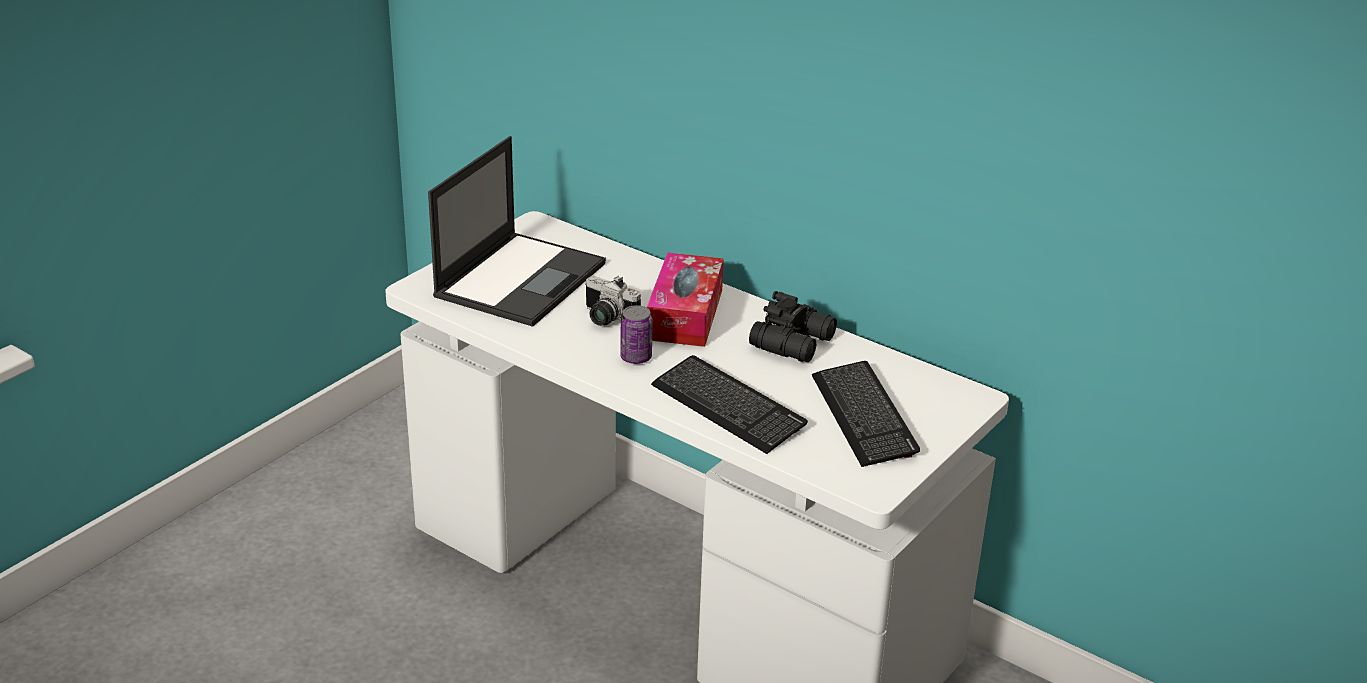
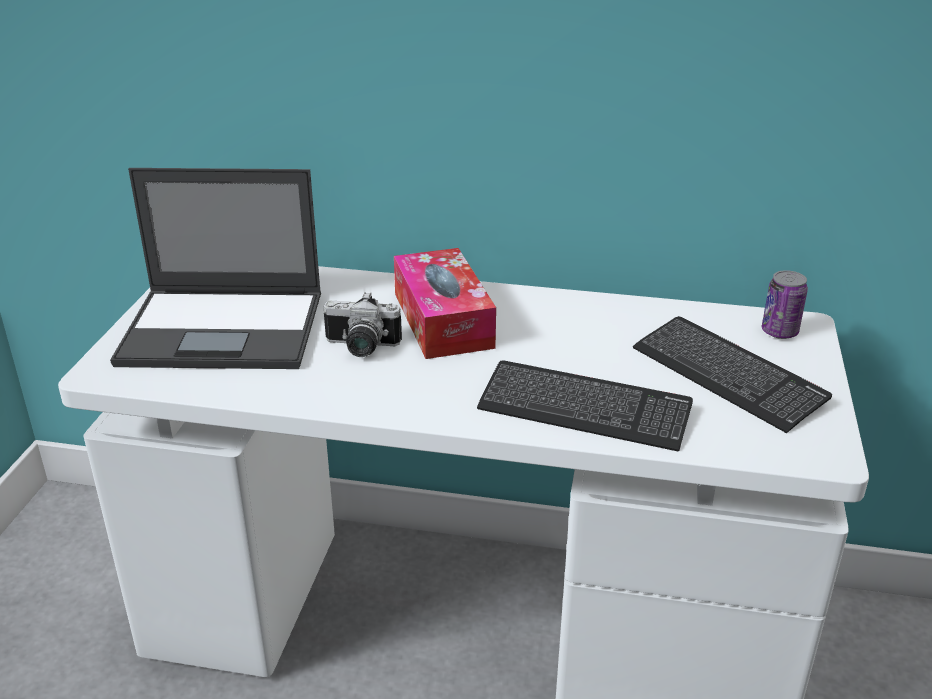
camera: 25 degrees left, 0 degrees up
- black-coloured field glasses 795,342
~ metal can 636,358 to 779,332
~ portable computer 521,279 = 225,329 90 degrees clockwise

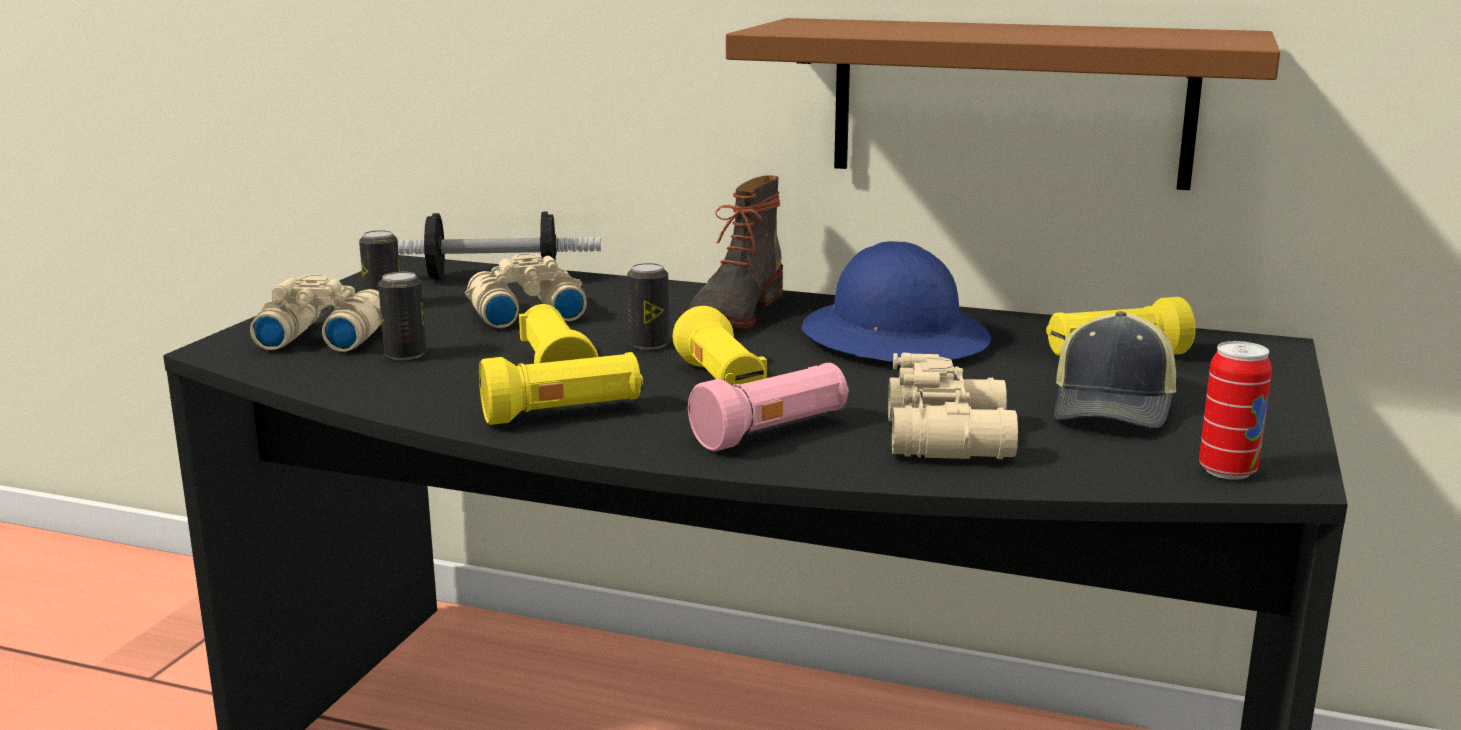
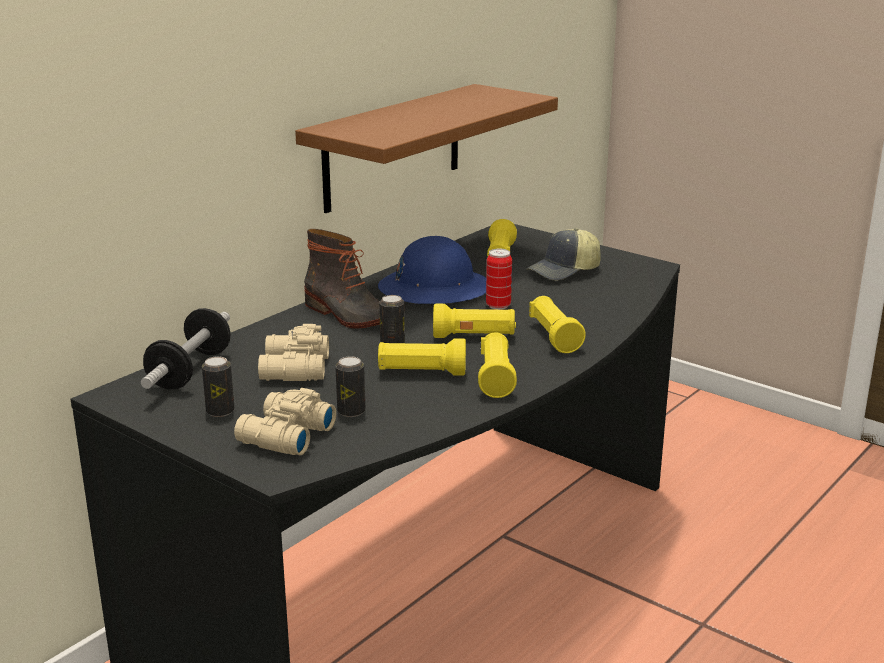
camera: 70 degrees left, 5 degrees up
- sand-coloured field glasses 952,438
~ metal can 1227,471 to 498,306
~ pinkish flashlight 772,432 to yellow-coloured flashlight 554,337
~ peaked cap 1114,407 = 564,271 105 degrees clockwise

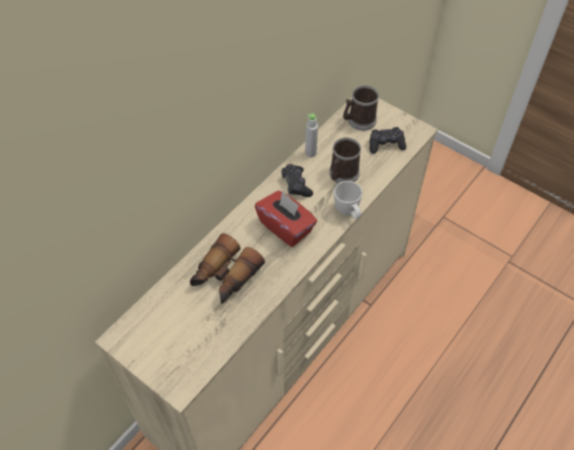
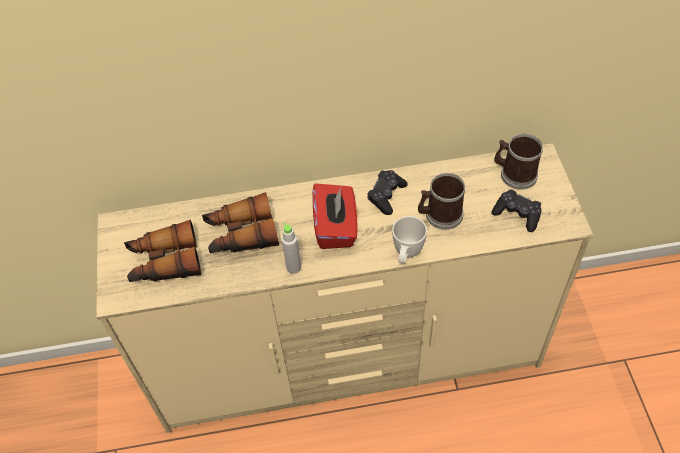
camera: 45 degrees right, 0 degrees up
+ field glasses 164,262
~ greyish bottle 310,153 to 293,267

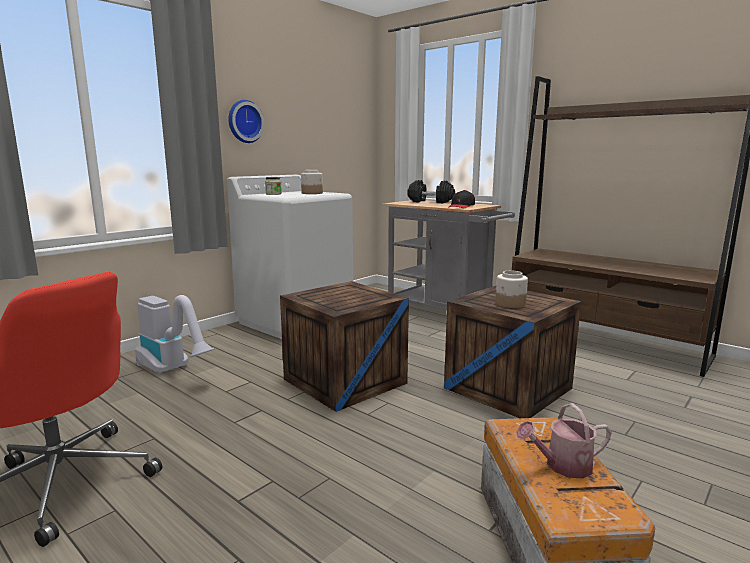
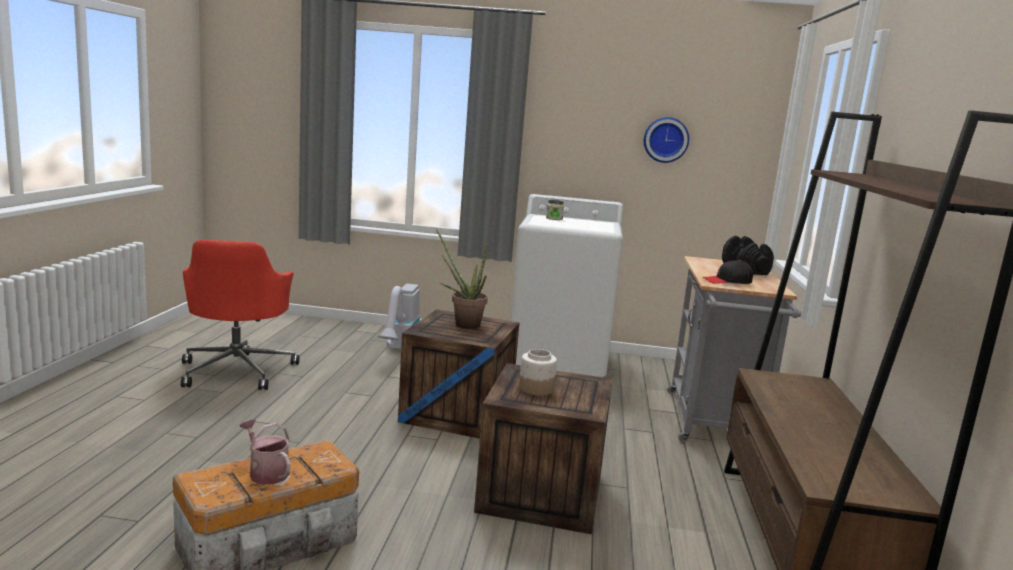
camera: 55 degrees right, 0 degrees up
- storage jar 312,193
+ houseplant 462,323
~ hanging clock 244,121 to 665,139

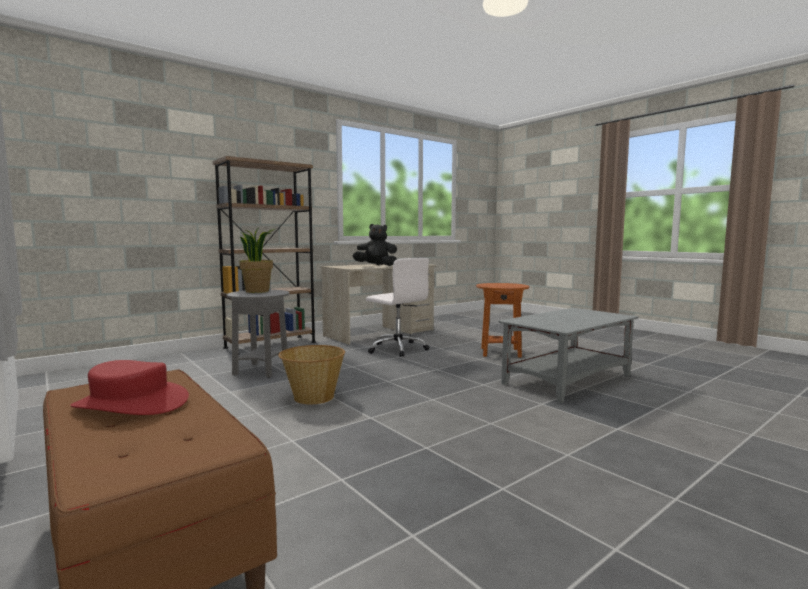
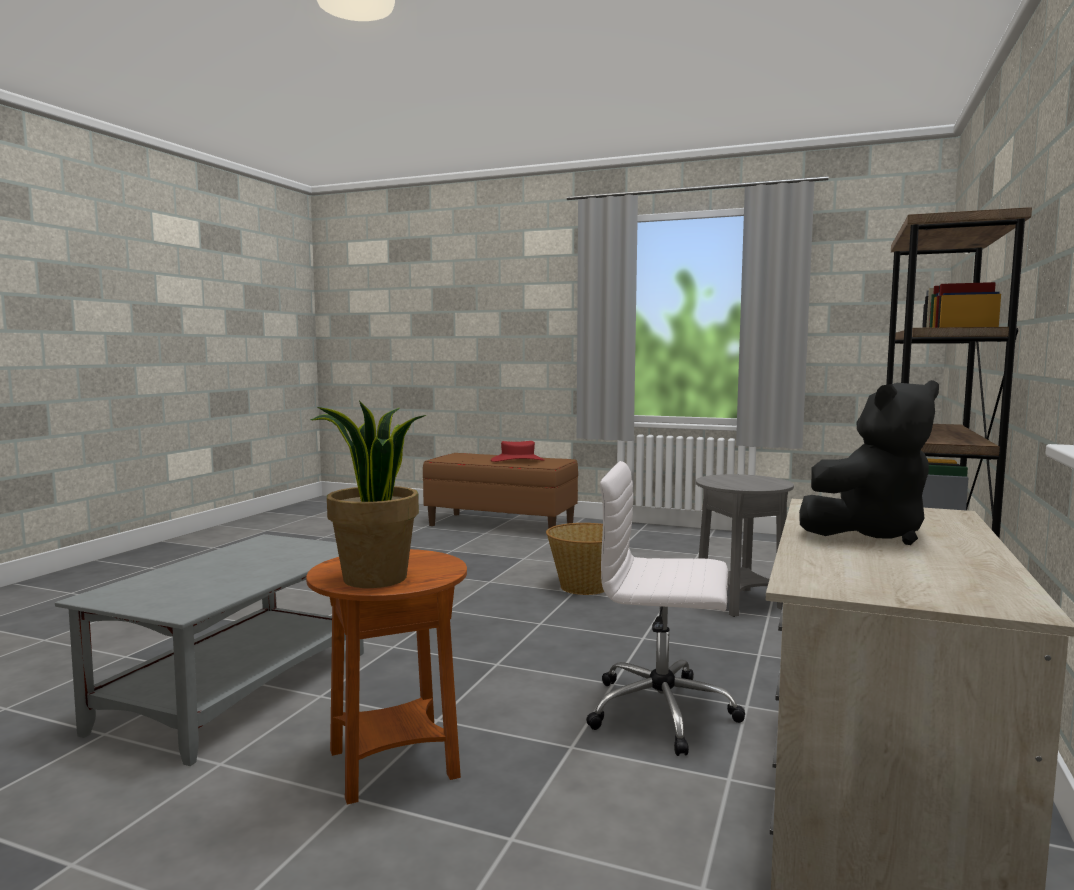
camera: 150 degrees right, 0 degrees up
~ houseplant 257,291 to 374,579

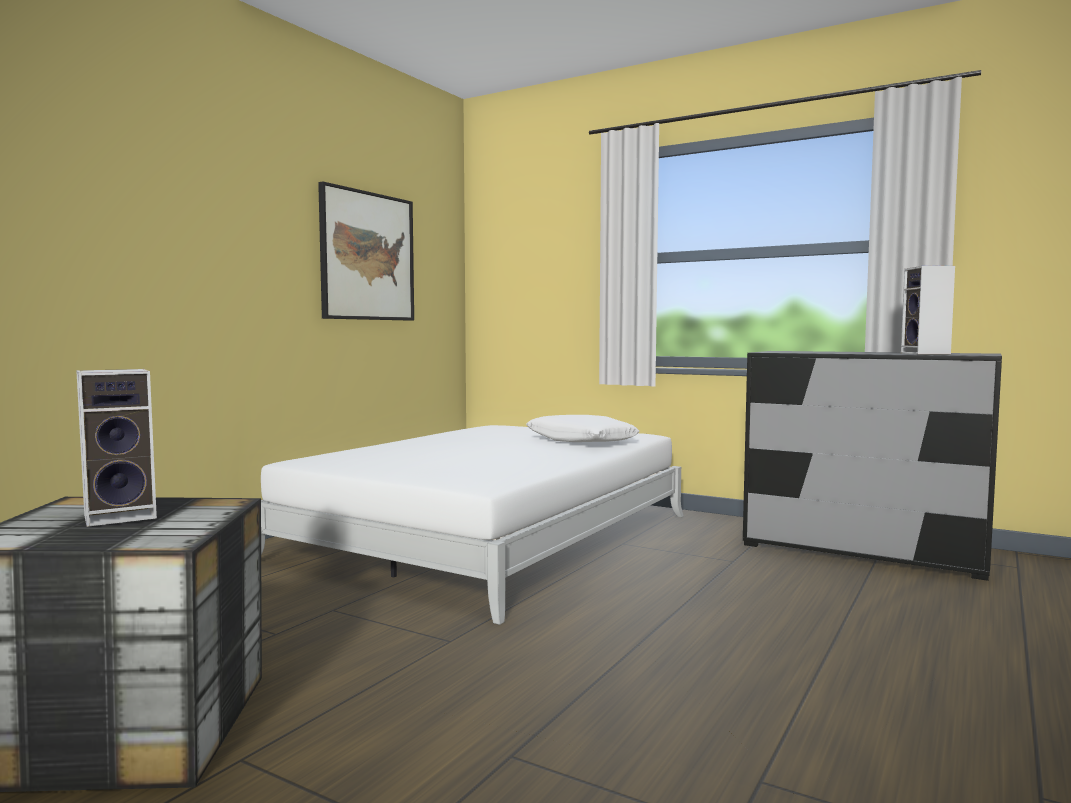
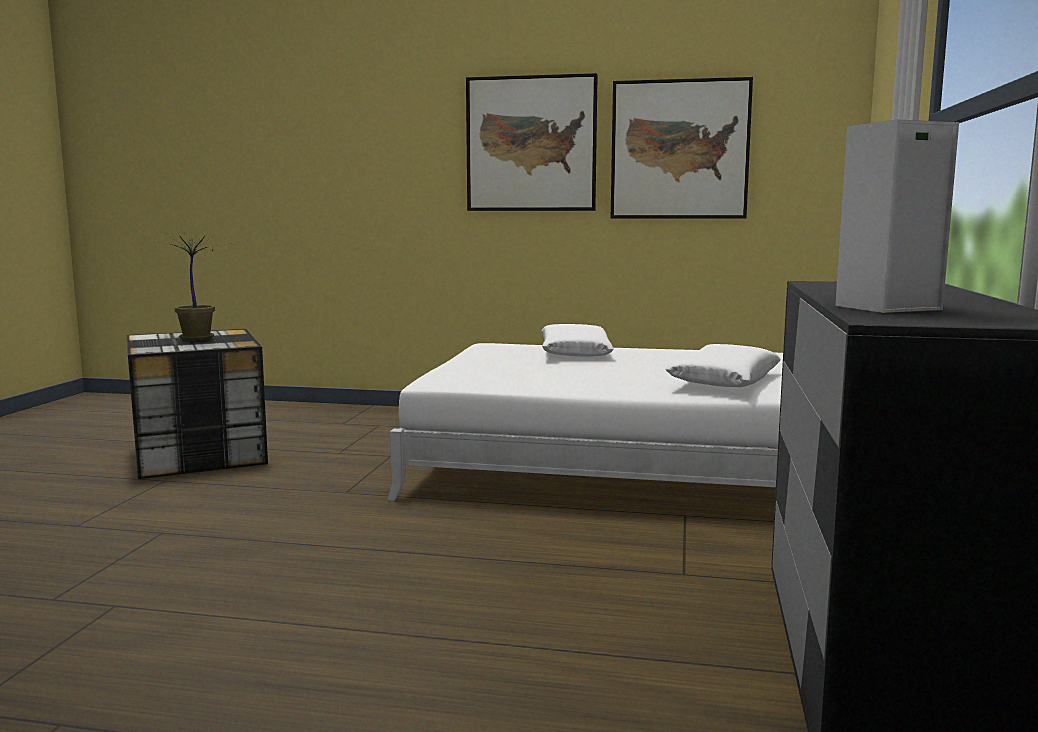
camera: 70 degrees right, 5 degrees up
+ wall art 531,144
+ whitish throw pillow 574,353
~ speaker 123,516 to houseplant 198,339

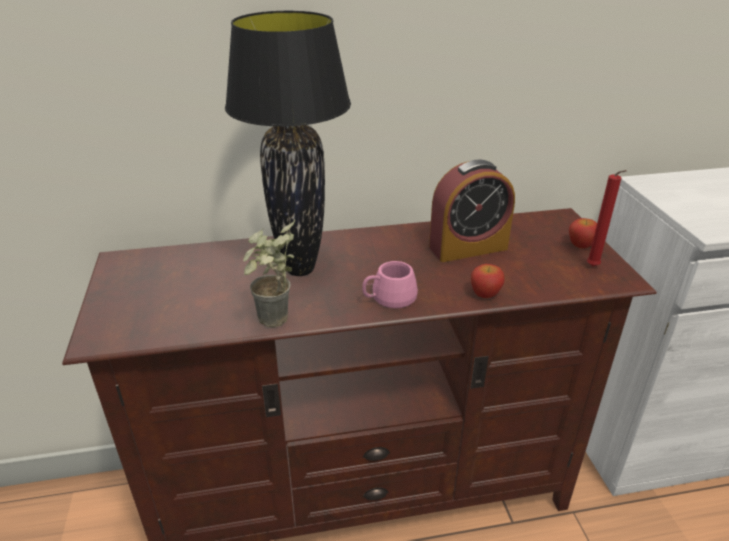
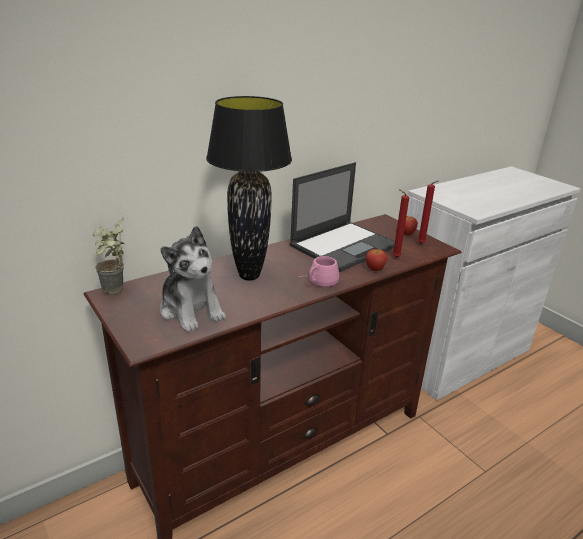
camera: 25 degrees left, 5 degrees down
+ plush toy 191,310
+ red-coloured wax candle 394,257
~ houseplant 274,325 to 115,293
~ bedside clock 468,247 to portable computer 344,245

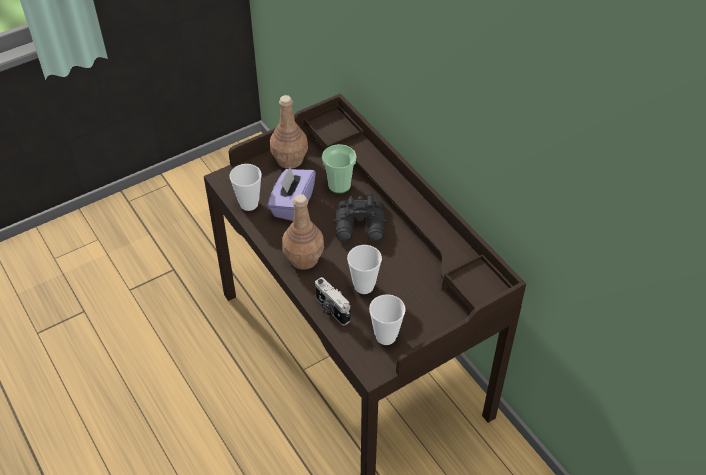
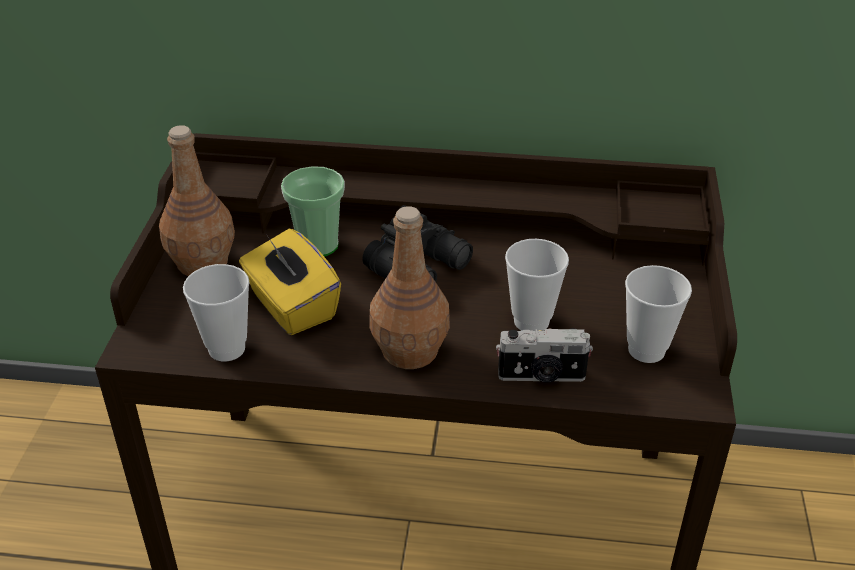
camera: 50 degrees left, 10 degrees down
~ purple-coloured tissue holder 292,205 to yellow-coloured tissue holder 292,306

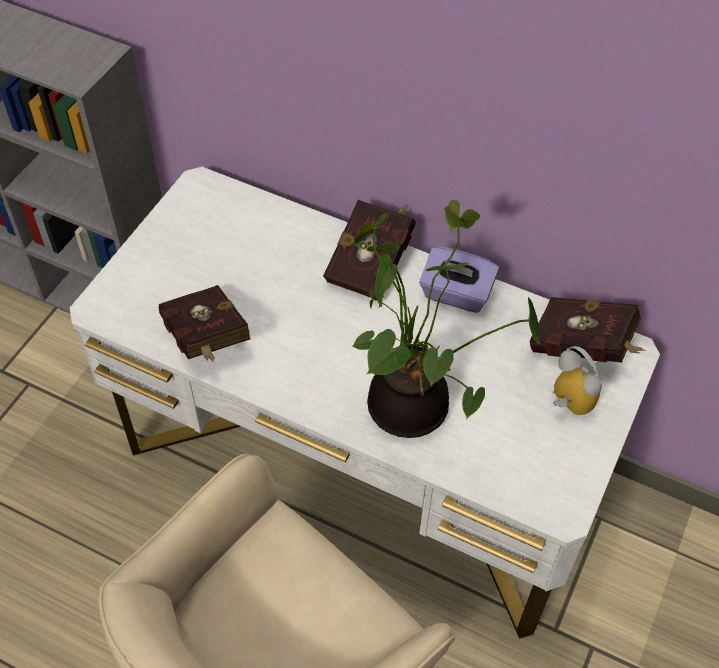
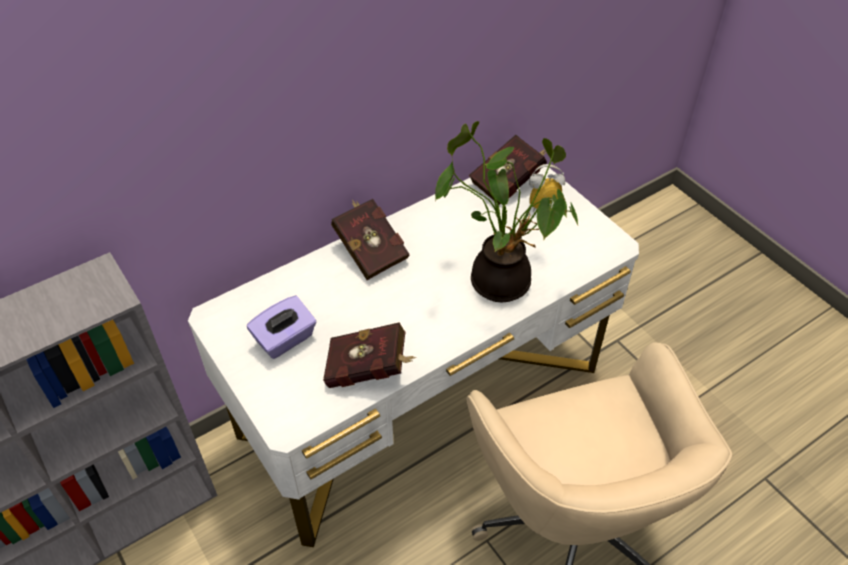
camera: 60 degrees left, 5 degrees down
~ purple-coloured tissue holder 456,294 to 285,339

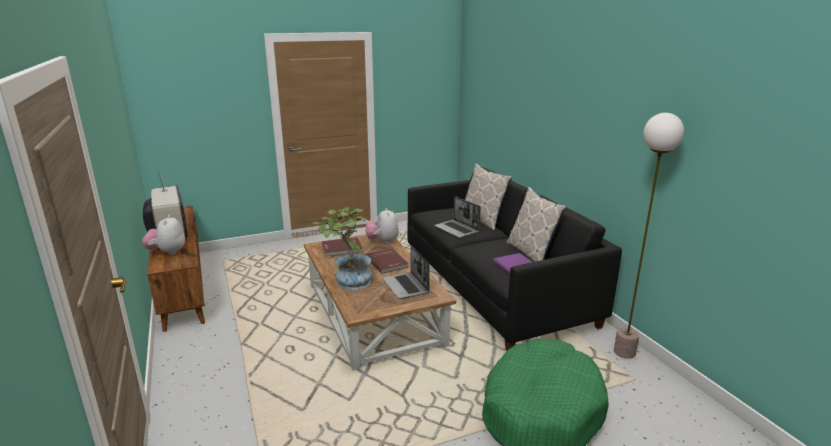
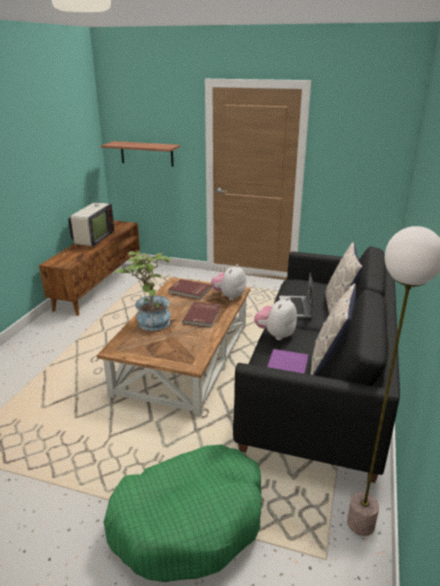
camera: 40 degrees right, 5 degrees up
- portable computer 406,286
+ bracket shelf 146,153
~ plush toy 167,252 to 275,334

